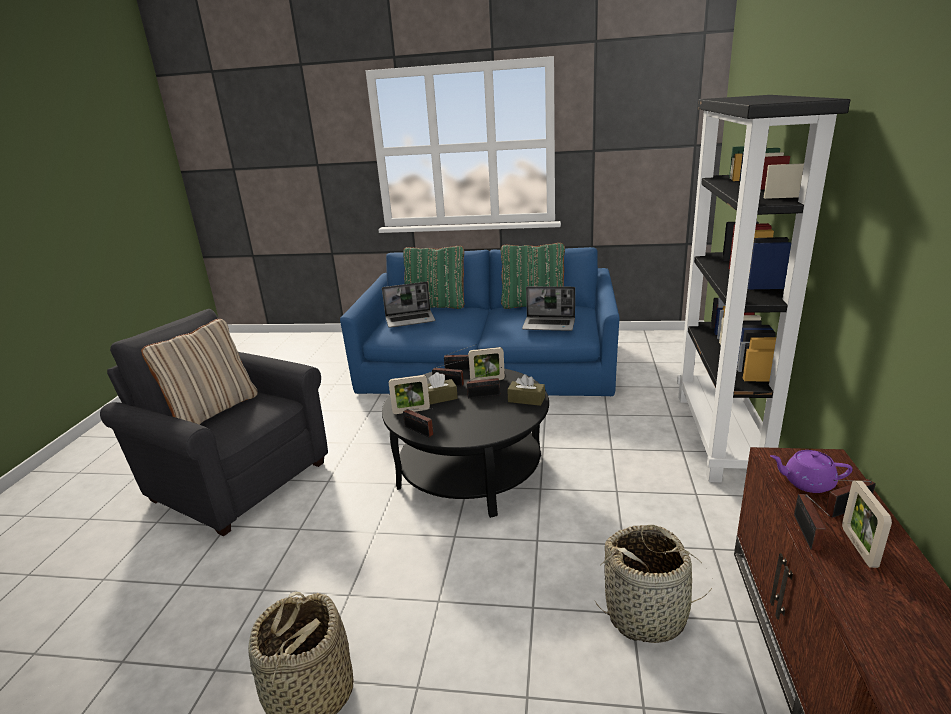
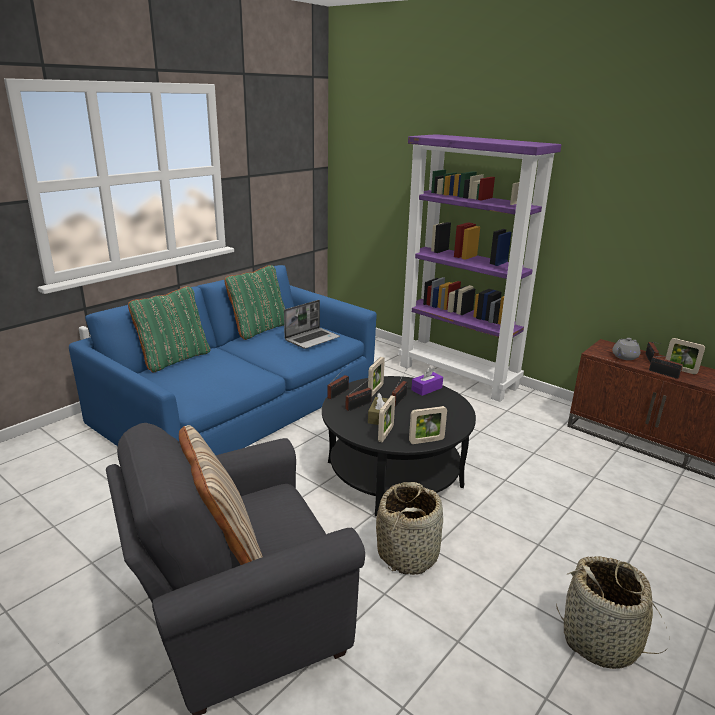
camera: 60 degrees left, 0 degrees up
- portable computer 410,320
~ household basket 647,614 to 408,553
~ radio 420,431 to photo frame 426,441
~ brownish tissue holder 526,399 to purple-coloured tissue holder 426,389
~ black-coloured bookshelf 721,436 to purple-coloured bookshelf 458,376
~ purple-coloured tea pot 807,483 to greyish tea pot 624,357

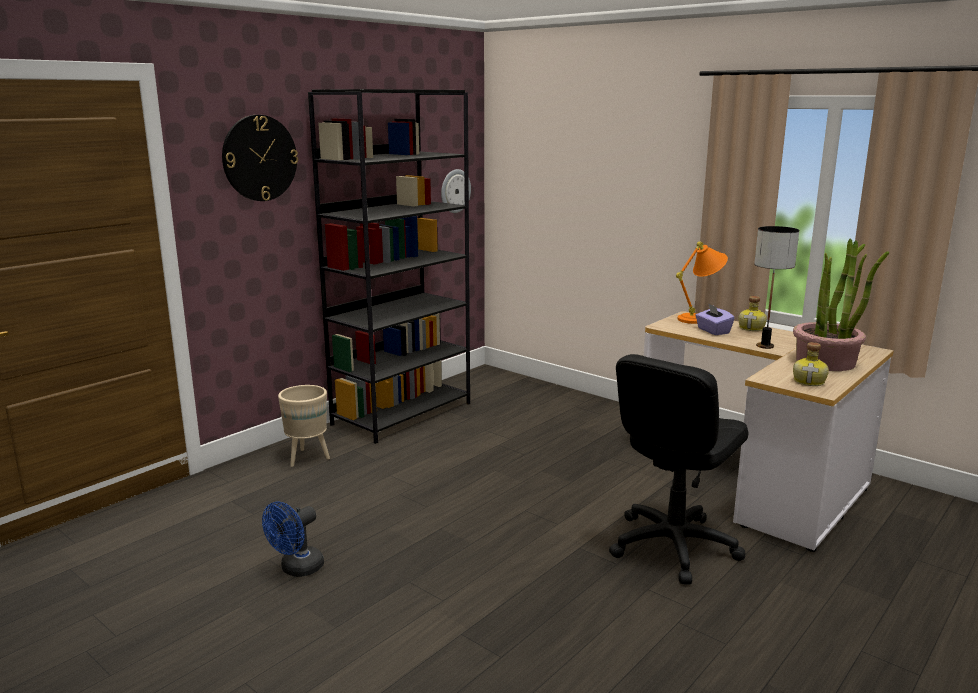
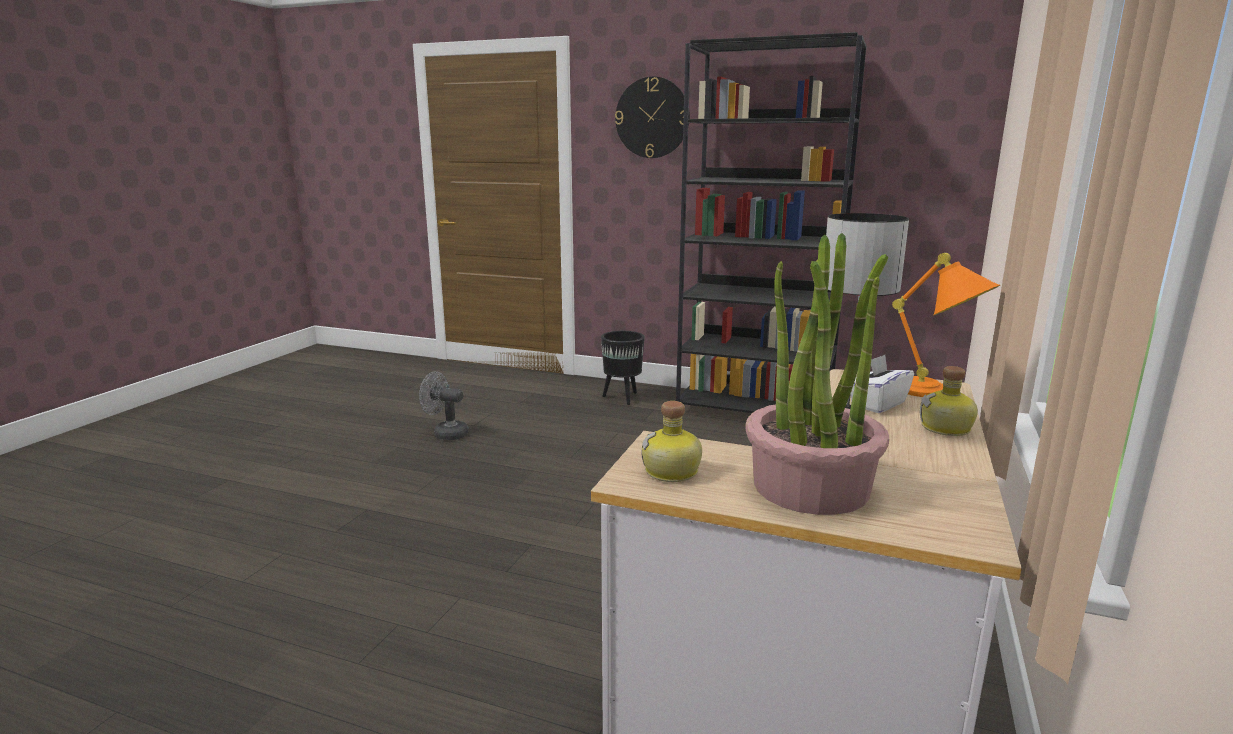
camera: 70 degrees right, 0 degrees up
- hanging clock 455,191
- black-coloured desk chair 672,546
~ blue-coloured fan 297,569 to greyish fan 446,433
~ sand-coloured planter 306,458 to black-coloured planter 622,398
~ purple-coloured tissue holder 713,331 to whitish tissue holder 877,404

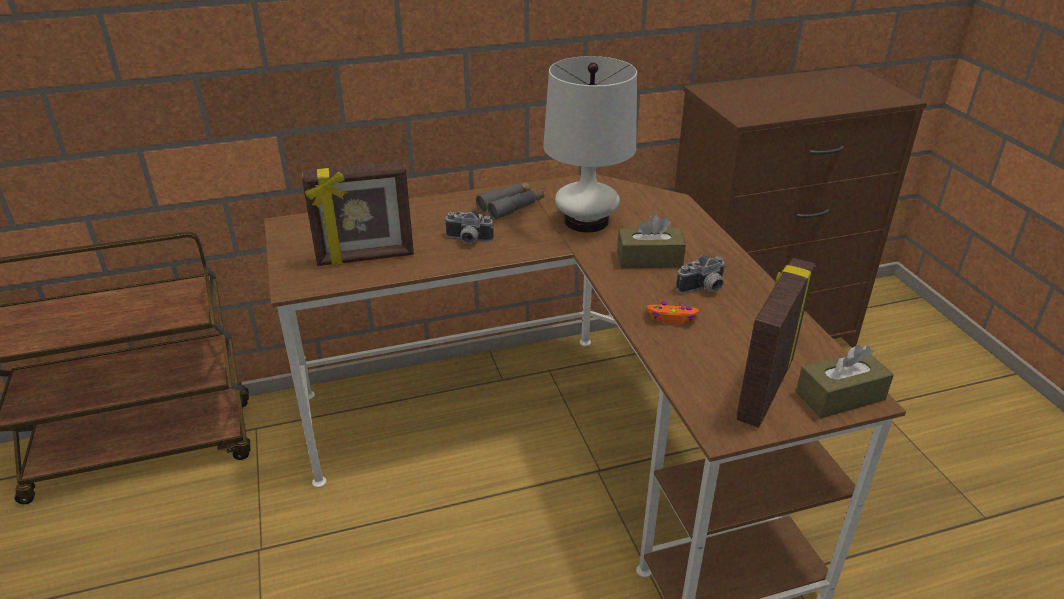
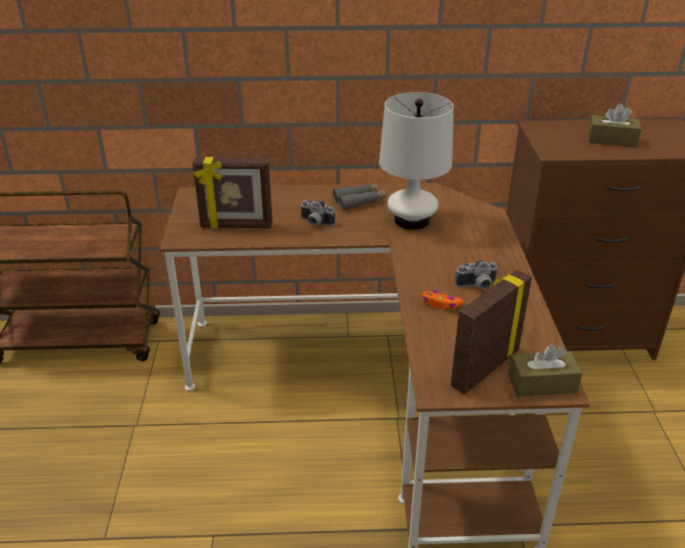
camera: 15 degrees right, 0 degrees up
~ brownish tissue holder 649,259 to 611,140

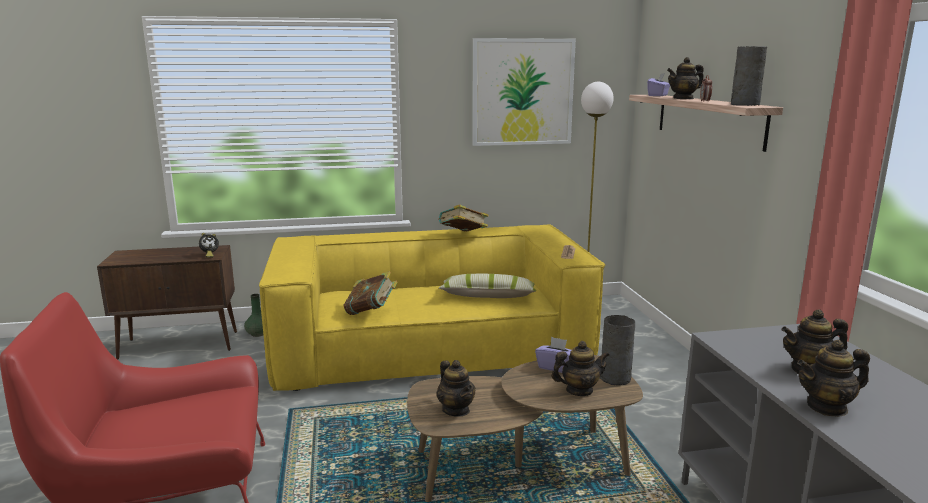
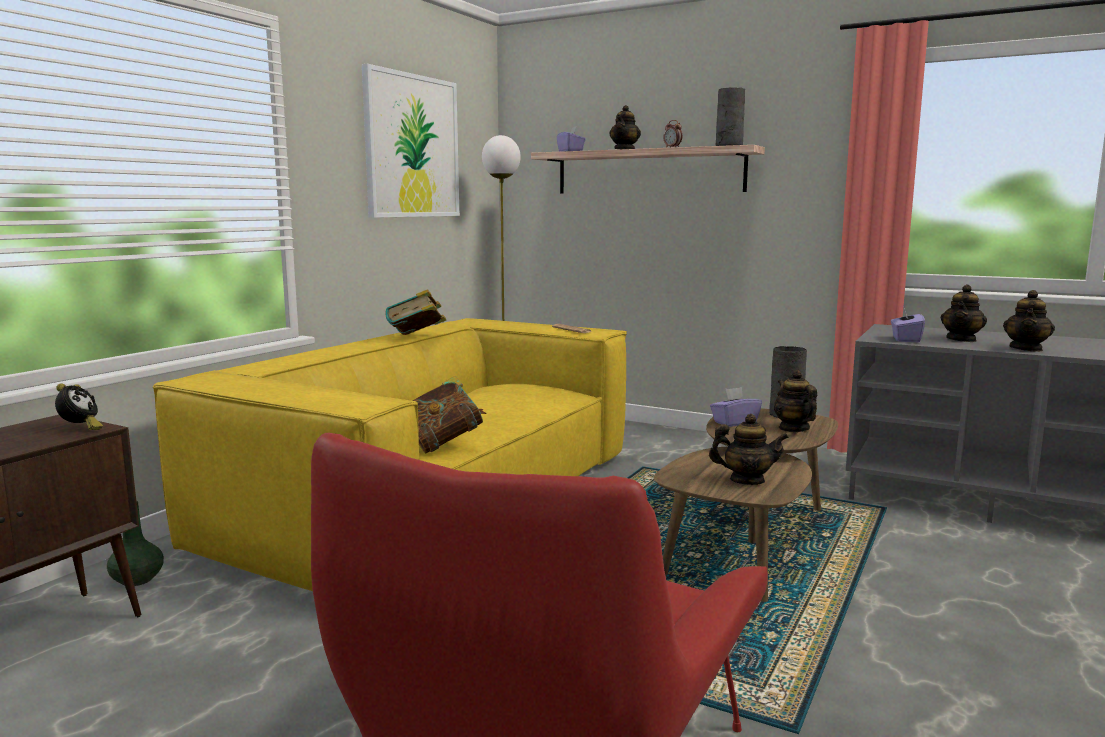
camera: 50 degrees left, 5 degrees down
- throw pillow 488,296
+ purple-coloured tissue holder 905,339
~ tea pot 579,390 = 793,428 45 degrees counterclockwise

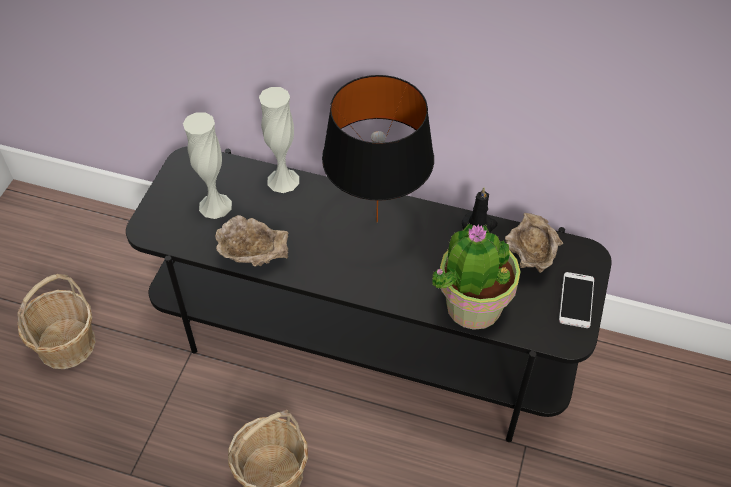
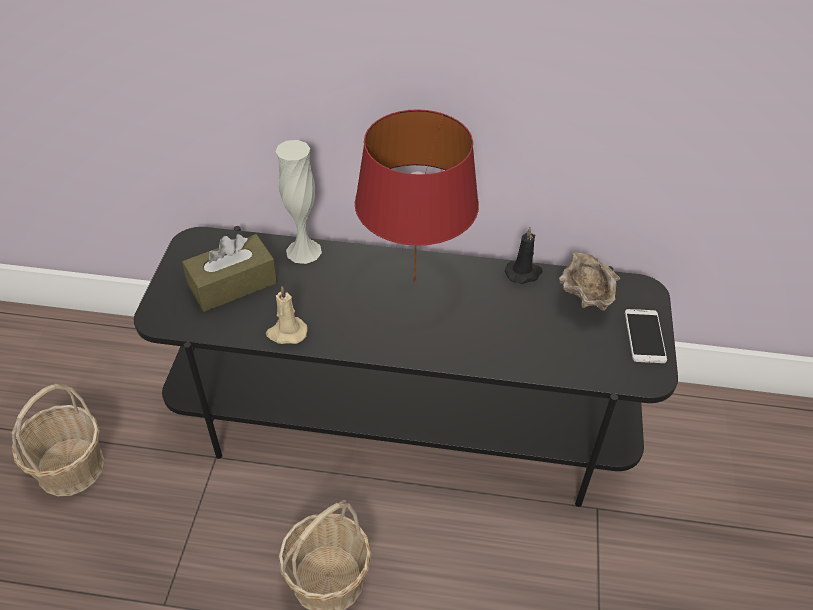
camera: 10 degrees left, 5 degrees down
- houseplant 472,306
~ whitish flower vase 215,205 to brownish tissue holder 233,284
~ sand-coloured serving bowl 254,257 to sand-coloured wax candle 286,333
~ black-coloured tabletop lamp 378,222 to red-coloured tabletop lamp 415,281

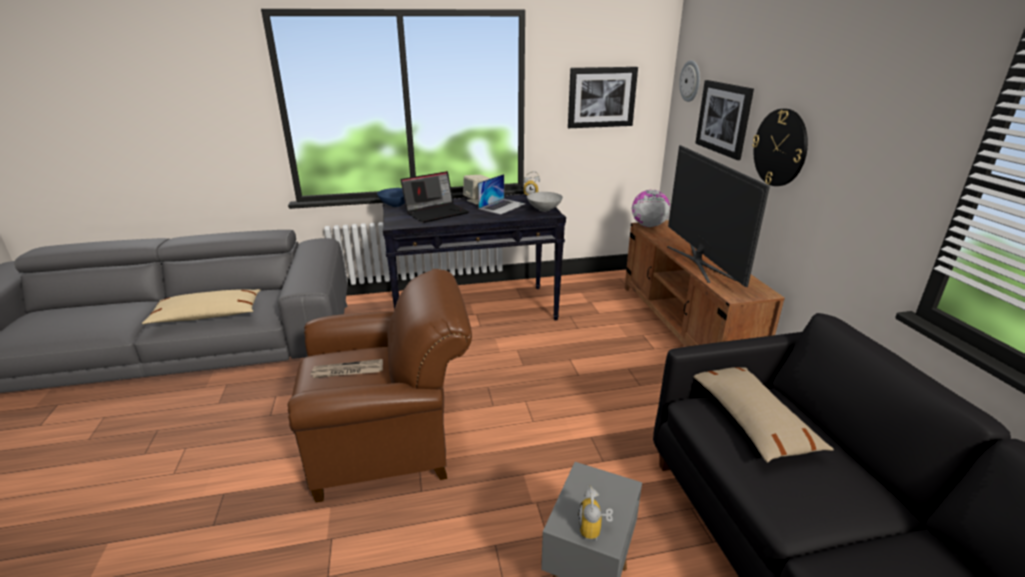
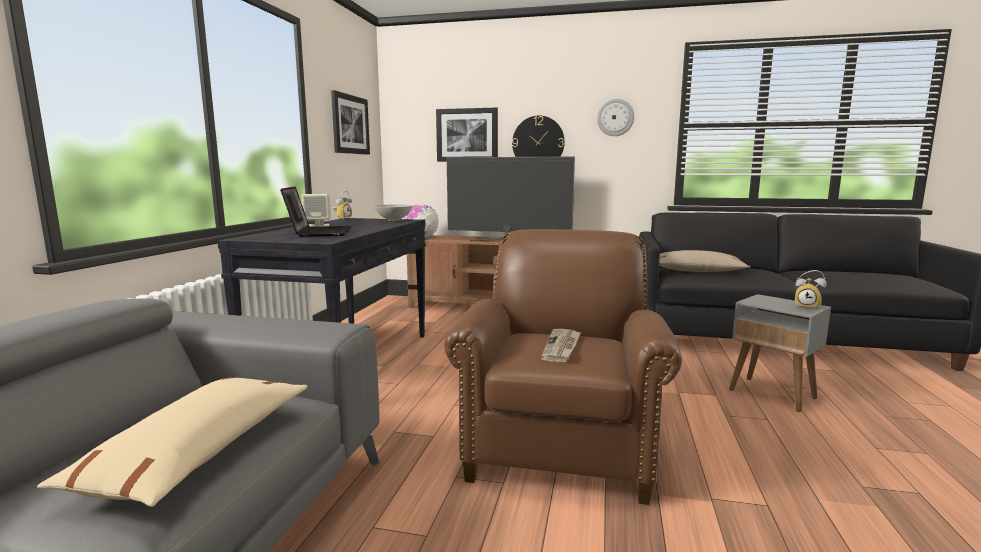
camera: 65 degrees left, 15 degrees down
- blue-coloured serving bowl 395,205
- portable computer 502,206
~ hanging clock 690,81 to 615,117

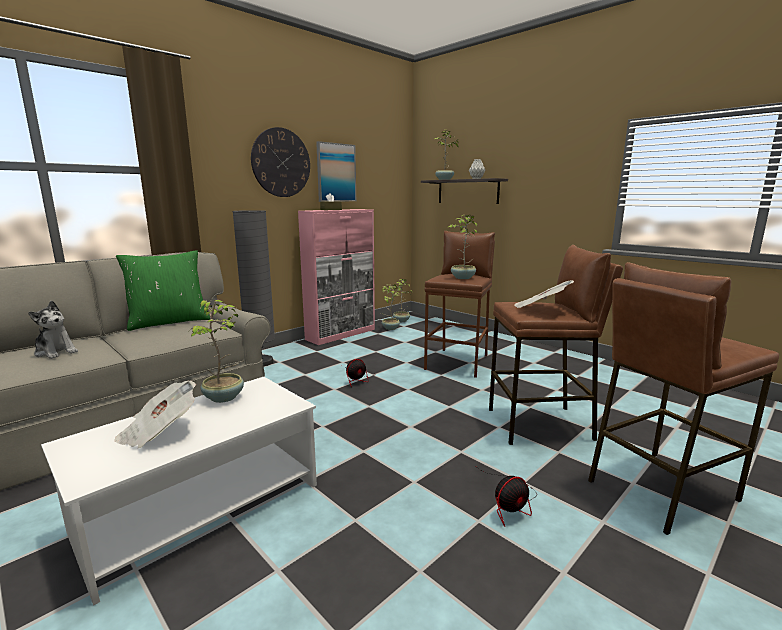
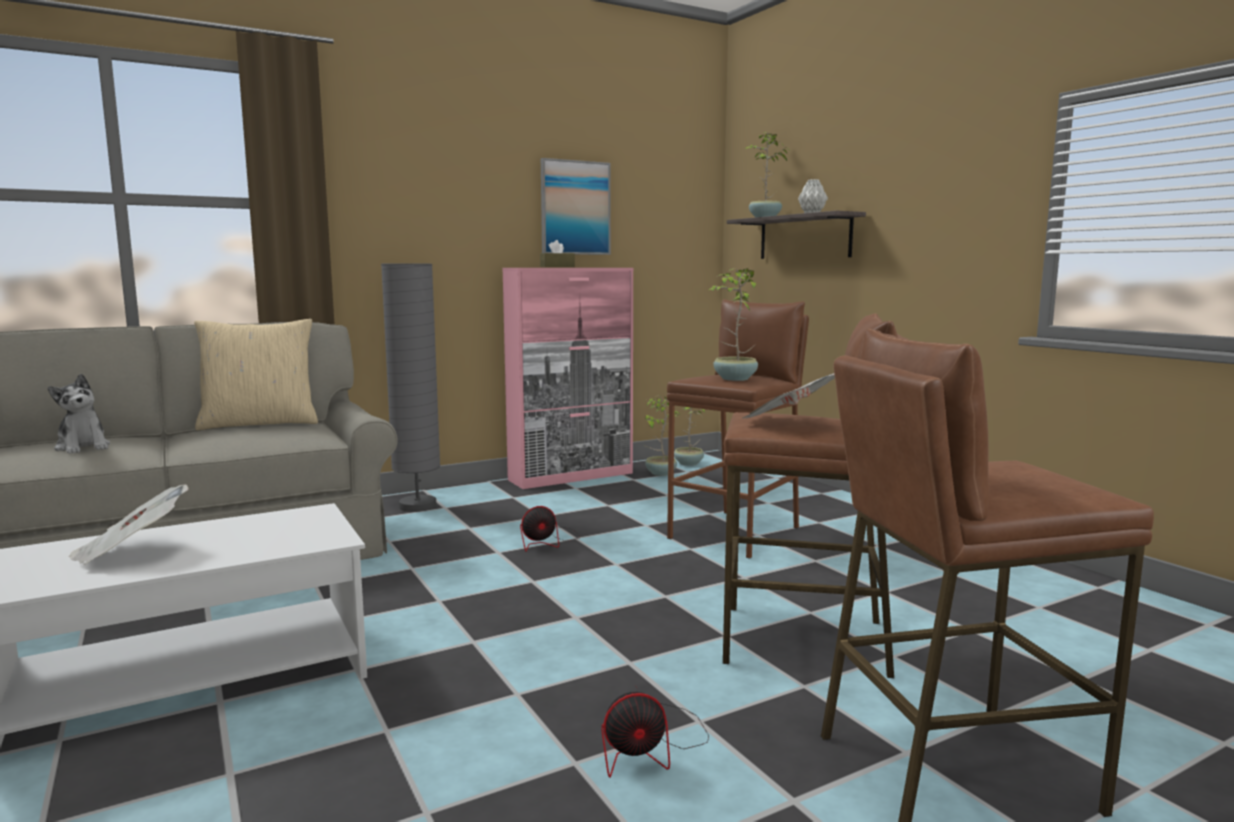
camera: 15 degrees right, 5 degrees down
- houseplant 225,397
- hanging clock 281,163
~ greenish throw pillow 169,322 to sand-coloured throw pillow 260,423

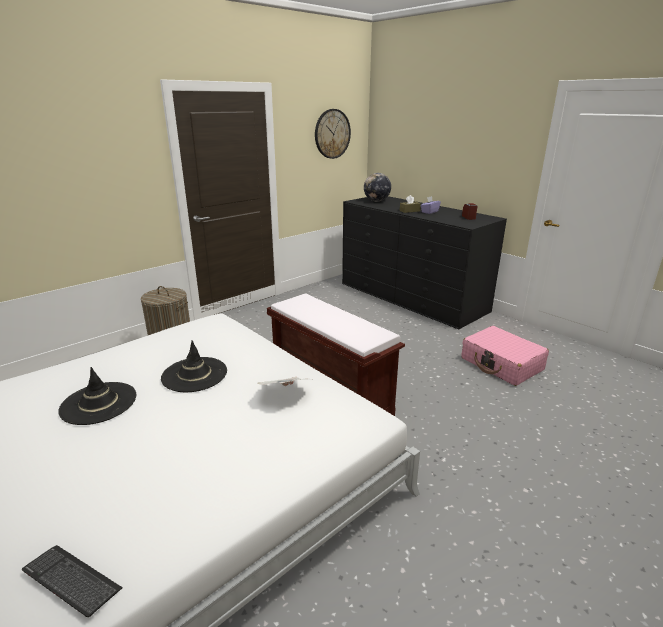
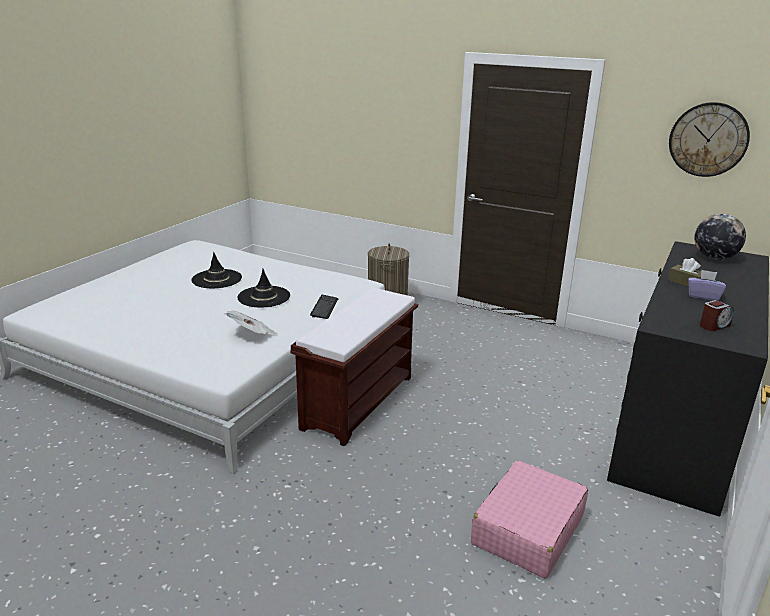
camera: 70 degrees right, 0 degrees up
~ computer keyboard 72,581 to 324,308

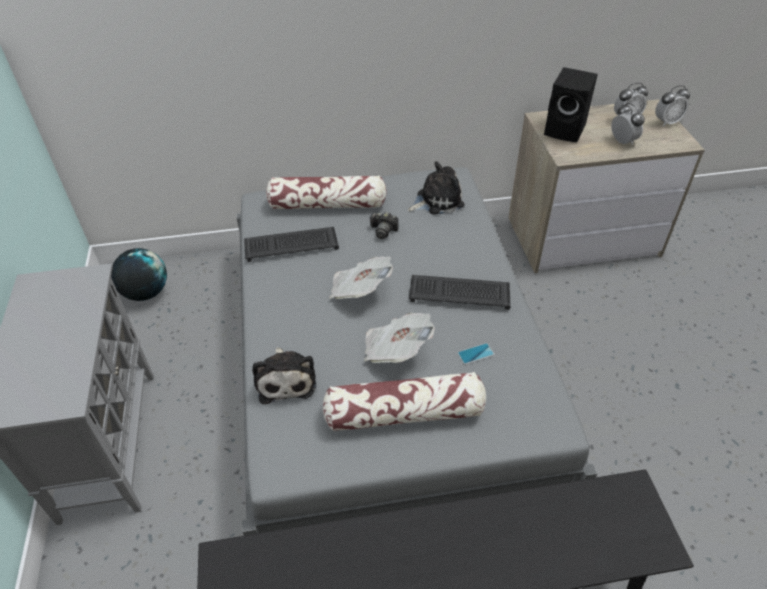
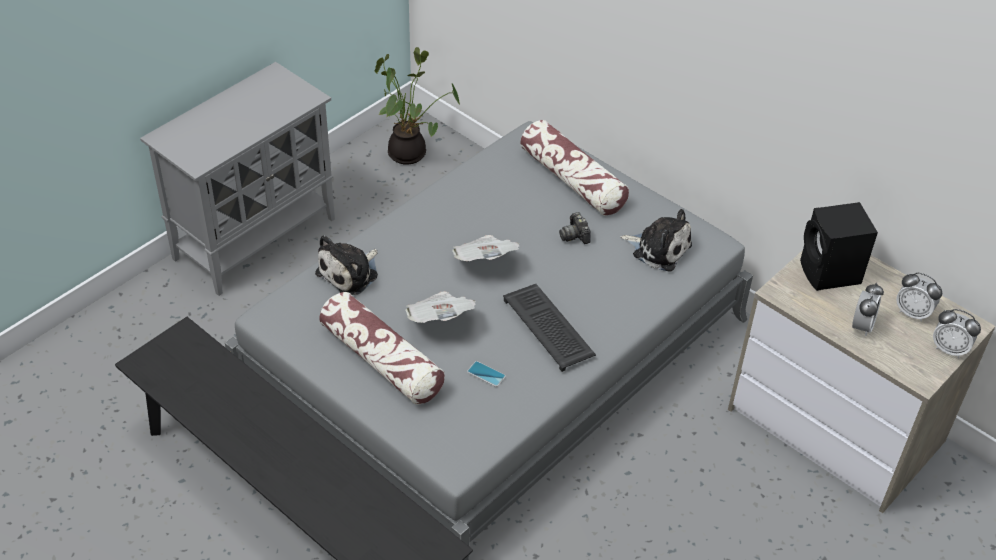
camera: 50 degrees right, 0 degrees up
- computer keyboard 292,244
~ world globe 146,292 to houseplant 410,153

